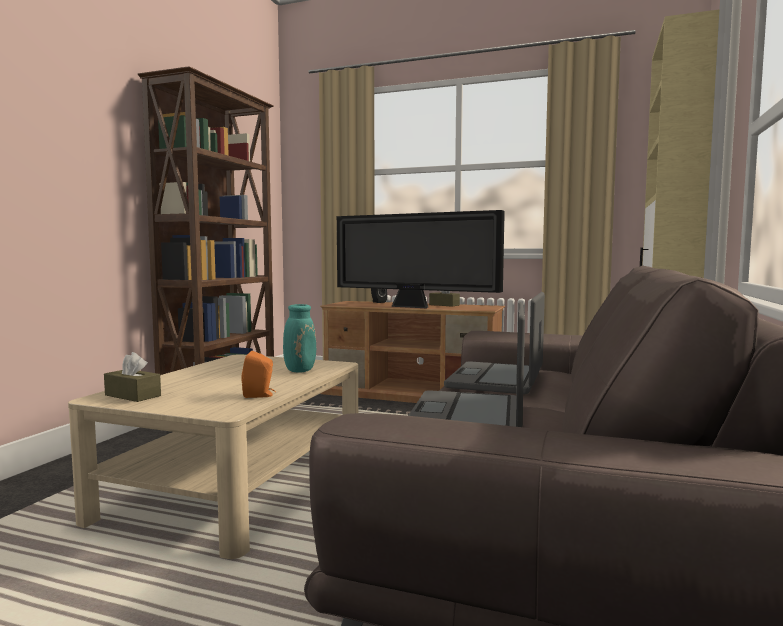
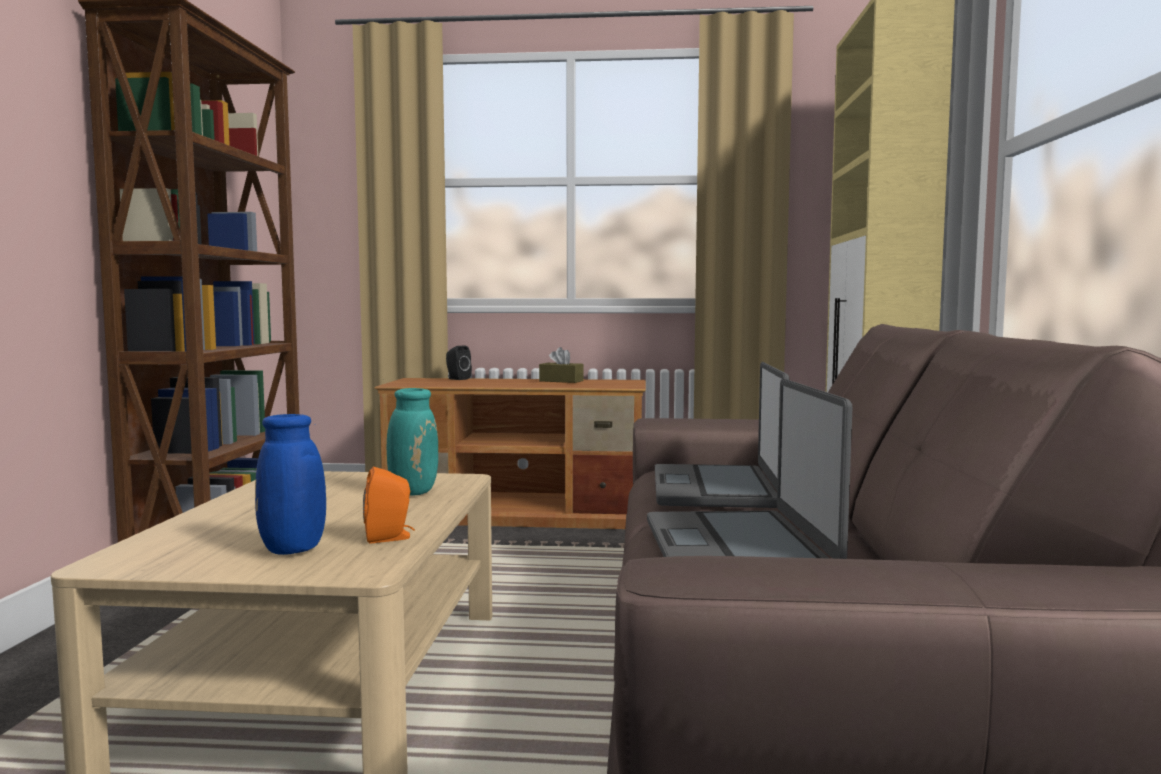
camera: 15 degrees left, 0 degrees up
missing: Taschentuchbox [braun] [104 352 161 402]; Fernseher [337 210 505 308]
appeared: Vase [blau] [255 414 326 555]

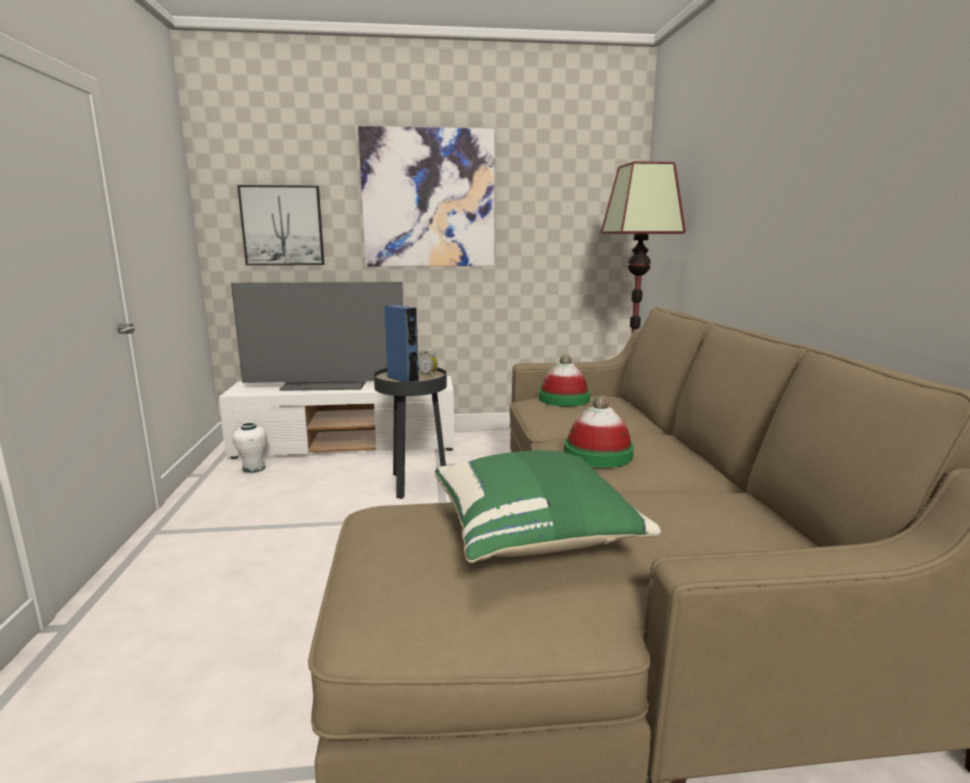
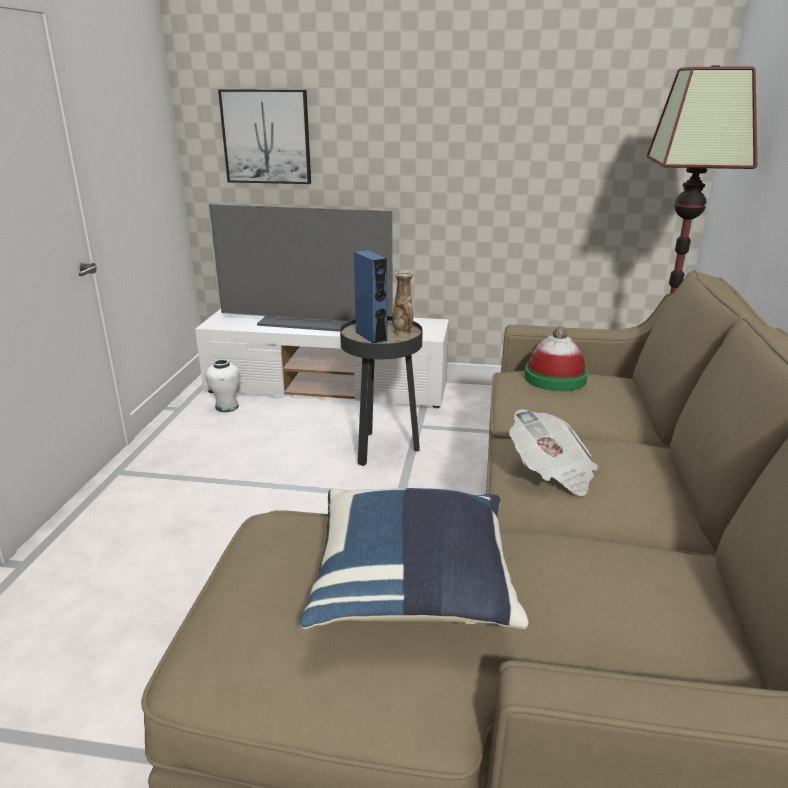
camera: 15 degrees right, 10 degrees up
missing: Bild [358 126 495 266]
exchanged: Wecker [418 349 438 377] to Vase [392 271 414 336]; Hut [564 395 634 468] to Zeitung [509 409 598 496]
colour: Kissen [grün] [435 450 661 563] to Kissen [blau] [300 488 529 630]

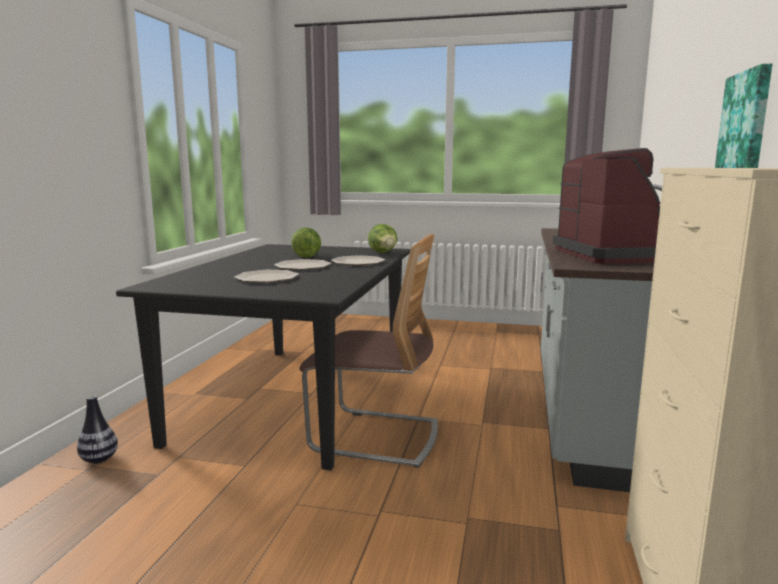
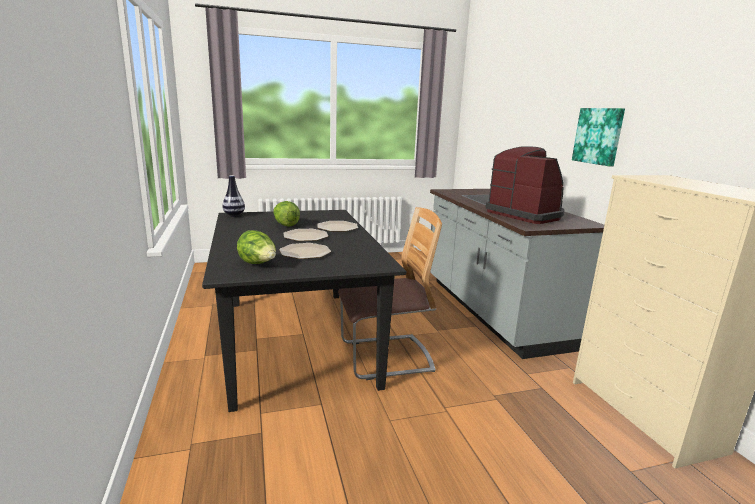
camera: 30 degrees left, 5 degrees up
relocated: Vase [77 396 118 464] to [222 175 245 217]; Salatkopf [368 224 398 253] to [237 230 276 264]

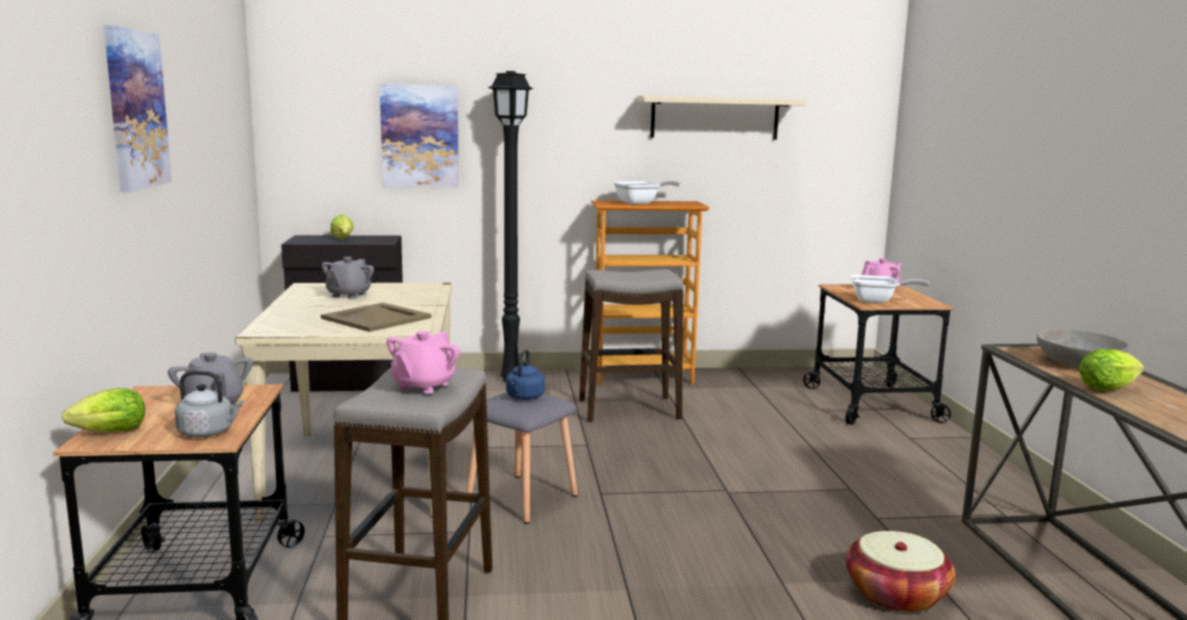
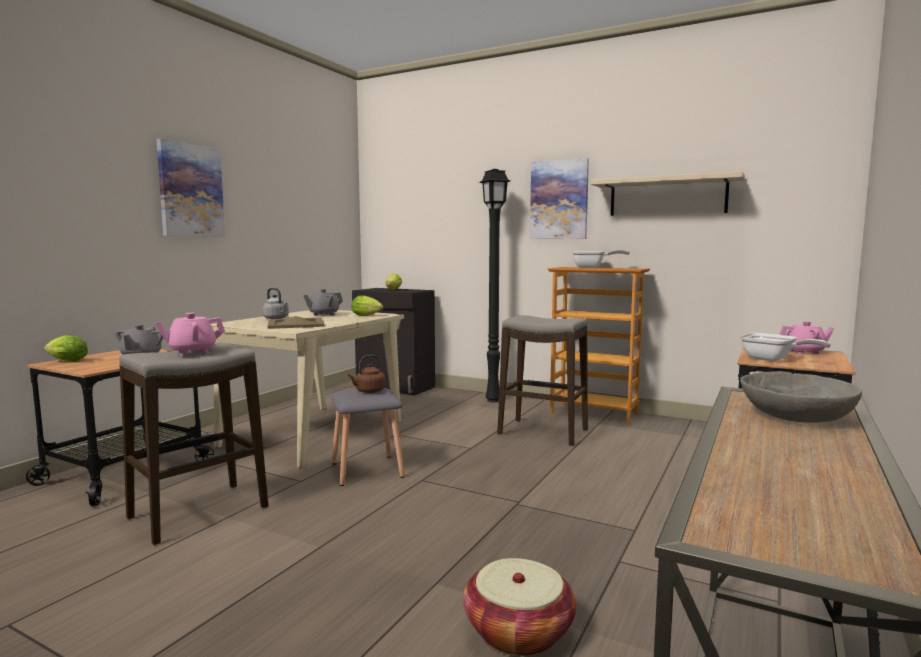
camera: 35 degrees right, 5 degrees down
relocated: Wasserkessel [grau] [175 371 243 437] to [262 288 289 319]; Bild [380 84 459 187] to [530 158 589 239]; Salatkopf [1079 349 1144 390] to [352 296 383 316]
colour: Wasserkessel [blau] [506 349 545 400] to Wasserkessel [braun] [348 355 385 393]

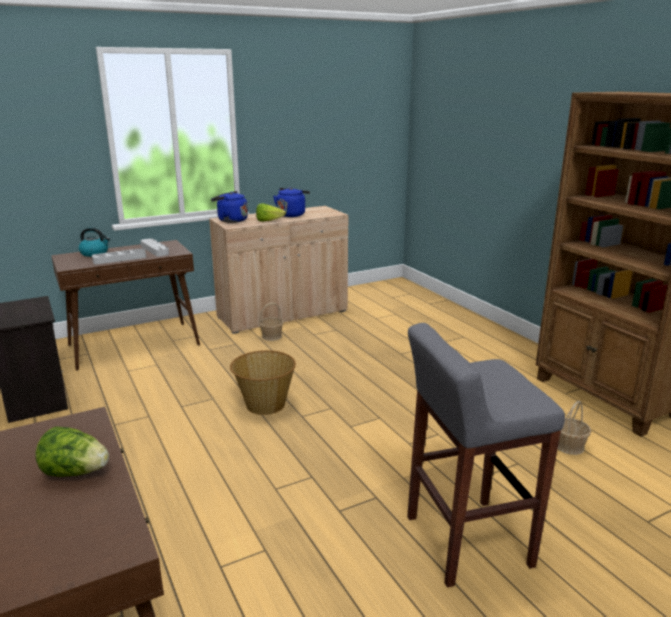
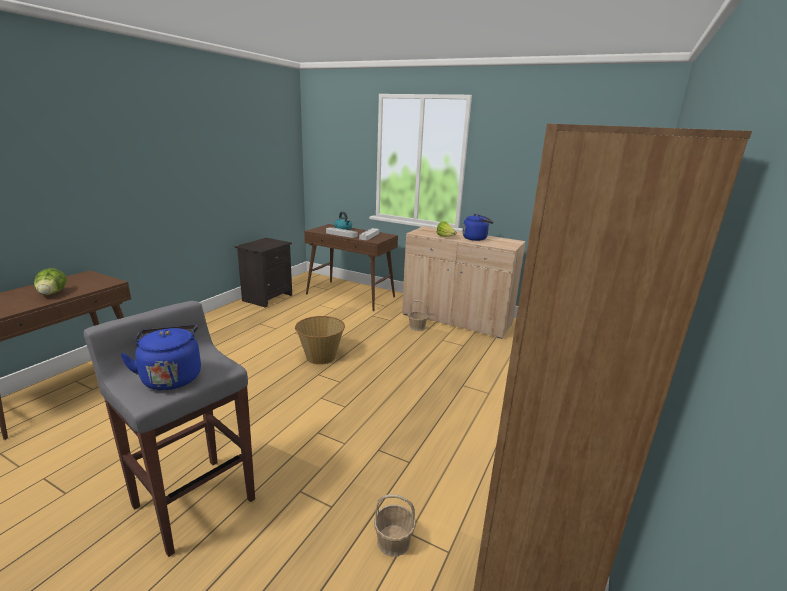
camera: 55 degrees right, 0 degrees up
relocated: Wasserkessel [blau] [211 191 248 223] to [120 325 201 390]

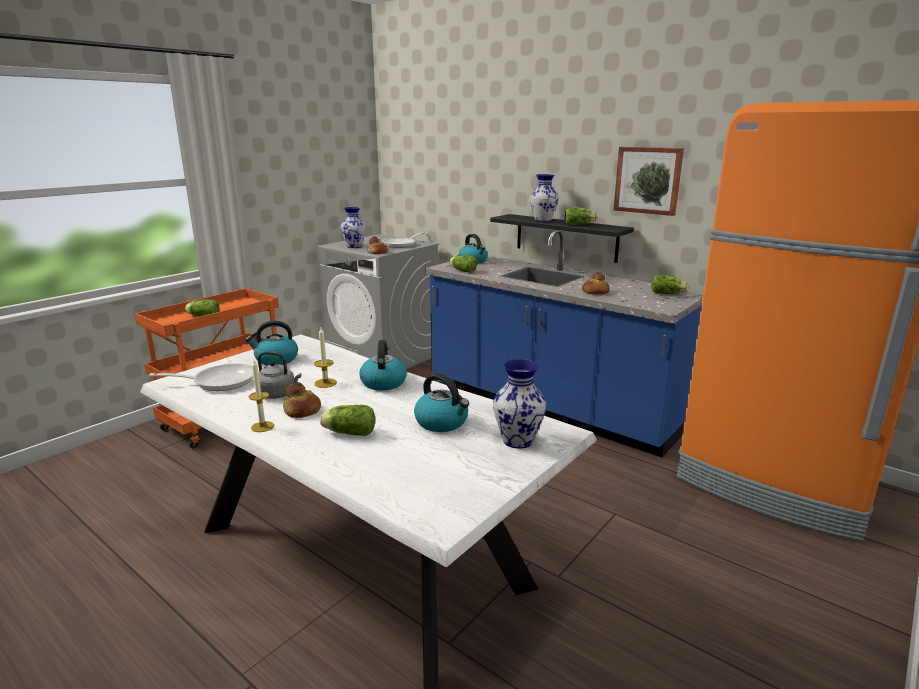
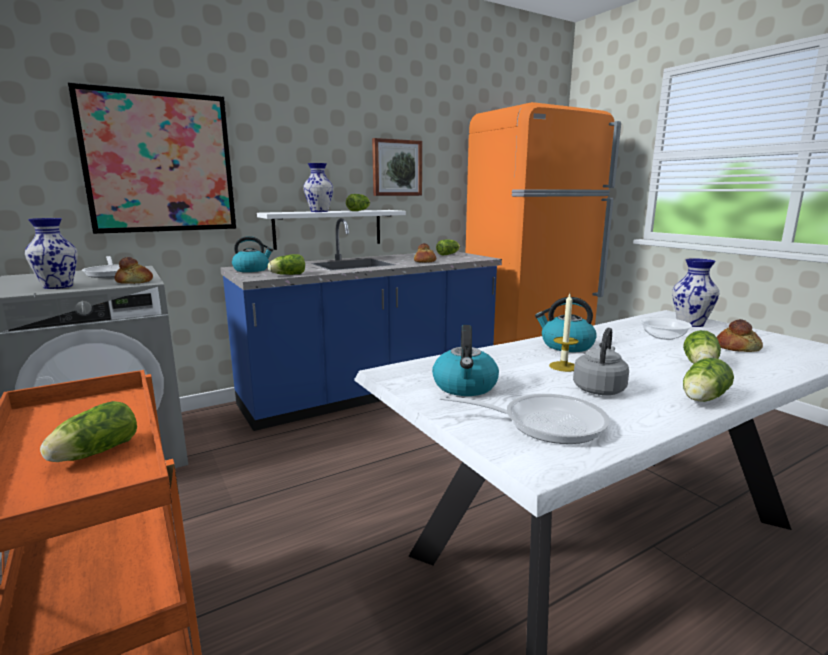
camera: 70 degrees left, 5 degrees down
appeared: Bild [68 82 236 234]
relocated: Brot [283 382 321 418] to [717 319 763 352]
exchanged: Kerze [249 360 274 432] to Salatkopf [683 358 734 402]; Wasserkessel [414 373 469 432] to Schüssel [640 317 692 340]
colour: Wandregal [schwarz] [490 214 634 263] to Wandregal [weiß] [257 210 406 250]
spun: Pfanne [149 363 254 391] = [439 394 610 444] 90 degrees clockwise

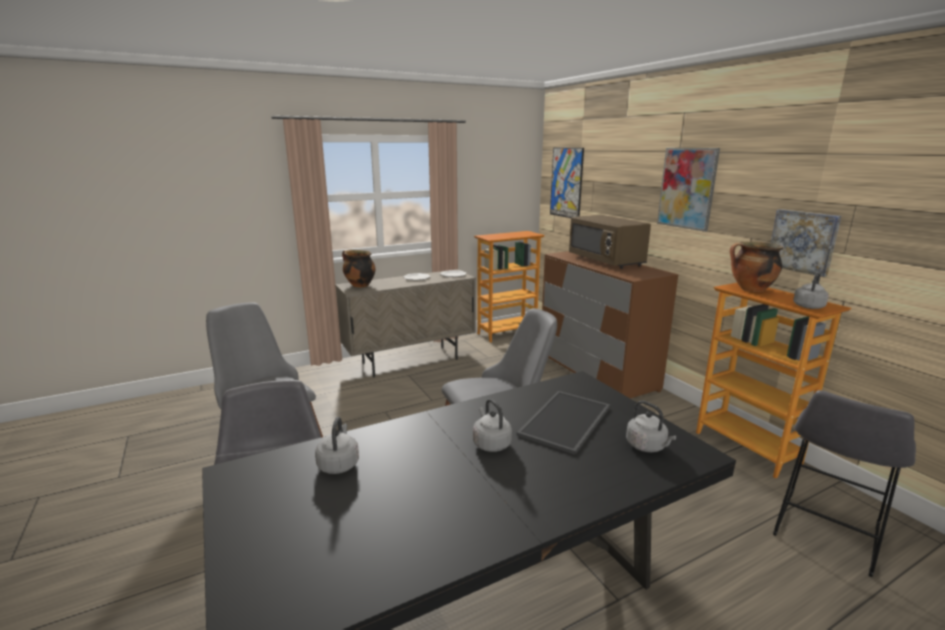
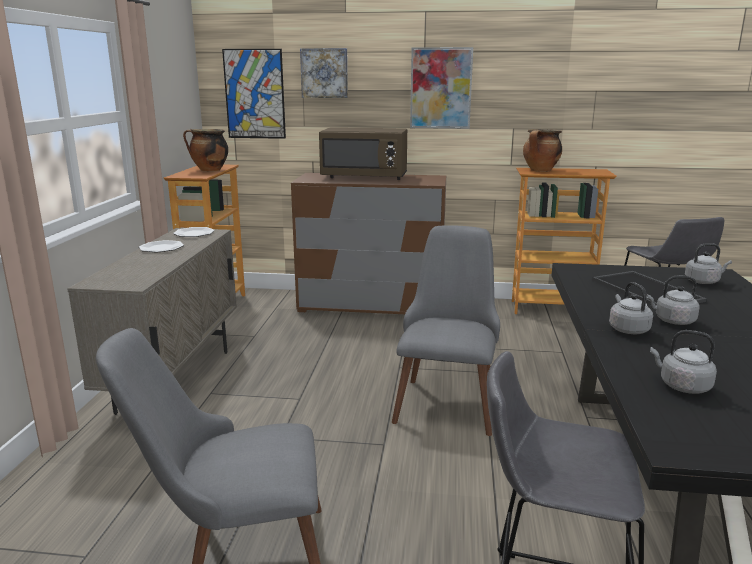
camera: 55 degrees left, 0 degrees up
relocated: Kochtopf [342 250 375 288] to [183 129 228 172]; Bild [771 209 841 277] to [300 48 348 98]; Wasserkessel [grau] [793 272 829 309] to [609 282 653 334]

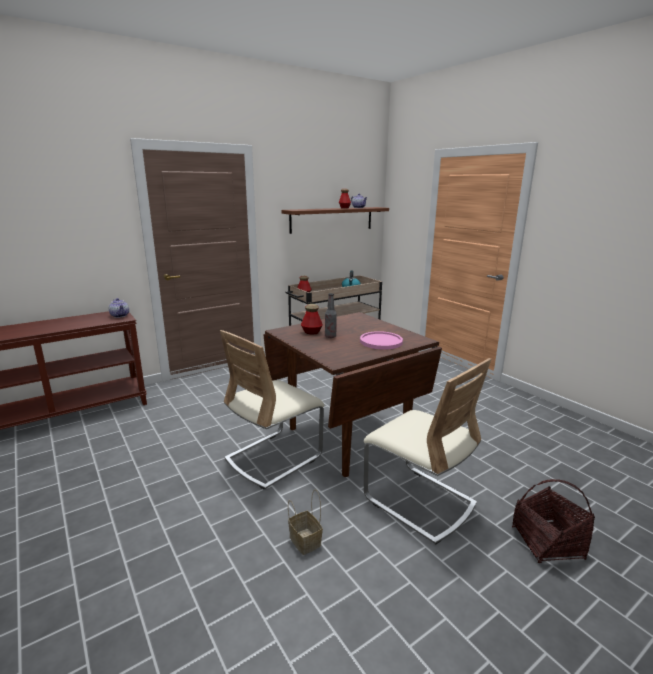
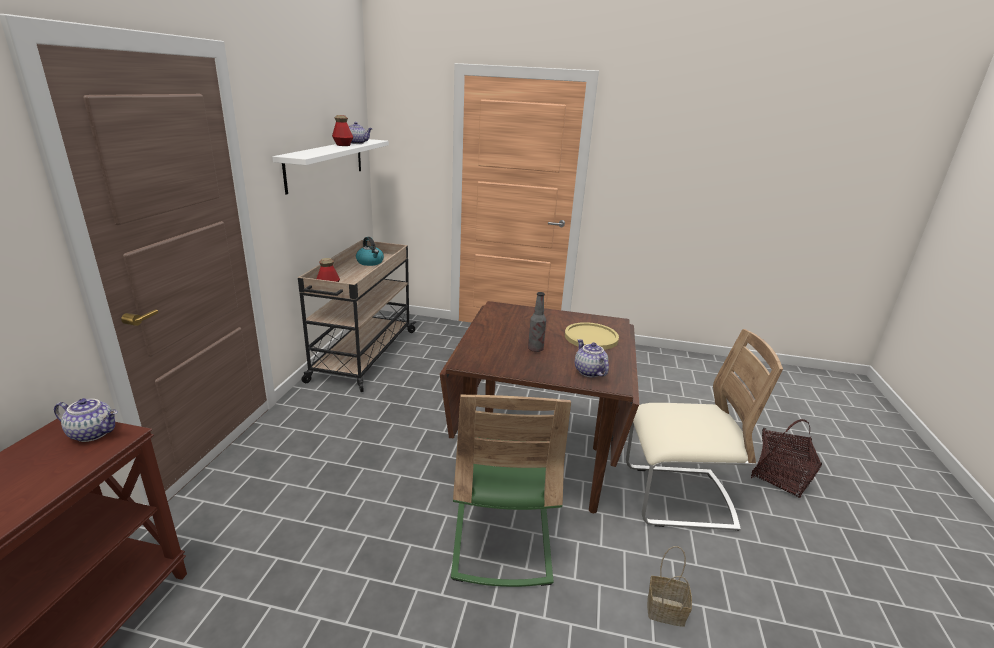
camera: 45 degrees left, 5 degrees up
missing: Flasche [301 304 323 334]
appeared: Teekanne [575 339 609 377]
colour: Stuhl [beige] [220 330 324 490] to Stuhl [grün] [451 395 571 587]; Wandregal [braun] [281 207 389 234] to Wandregal [weiß] [272 139 389 195]; Teller [rosa] [360 331 403 350] to Teller [gelb] [565 322 619 350]

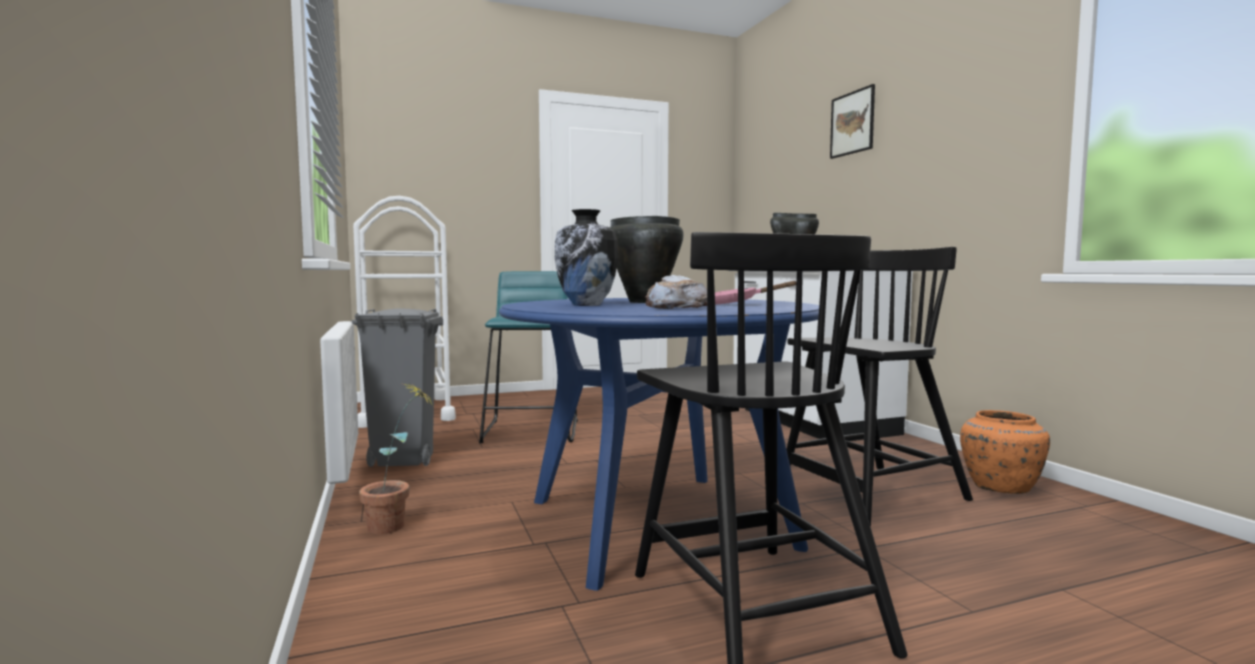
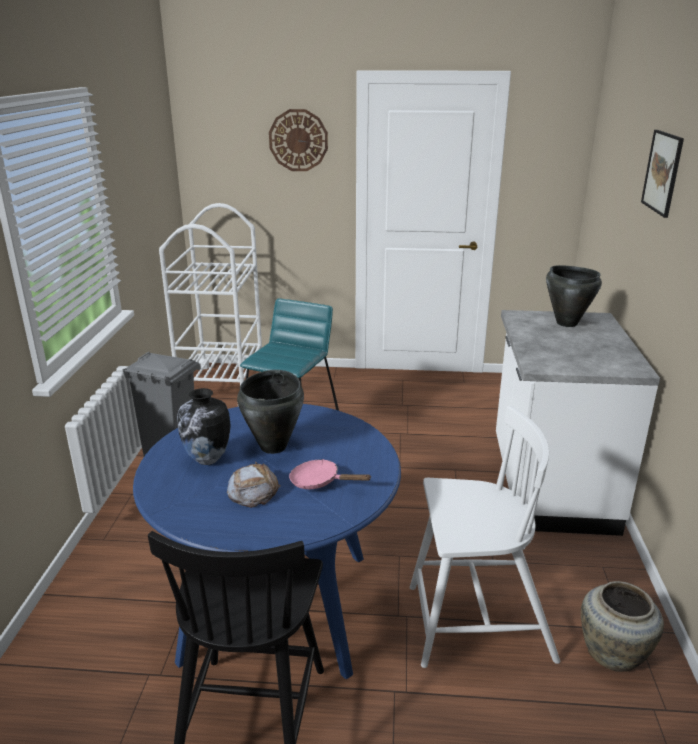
camera: 25 degrees right, 20 degrees up
missing: Topfpflanze [359 382 432 534]
appeared: Wanduhr [269 109 328 171]
colour: Stuhl [schwarz] [787 247 973 527] to Stuhl [weiß] [410 405 560 668]; Vase [orange] [960 410 1050 494] to Vase [beige] [581 581 664 672]

